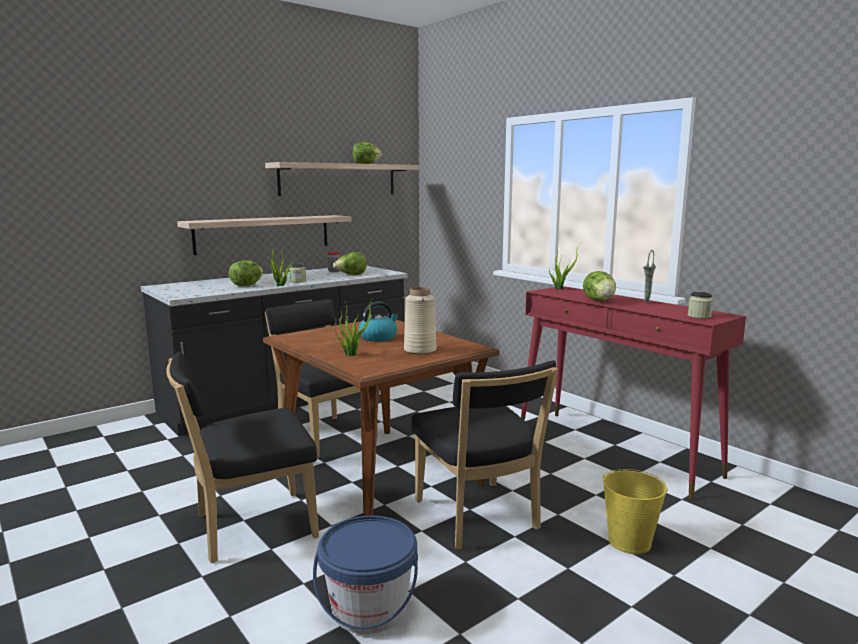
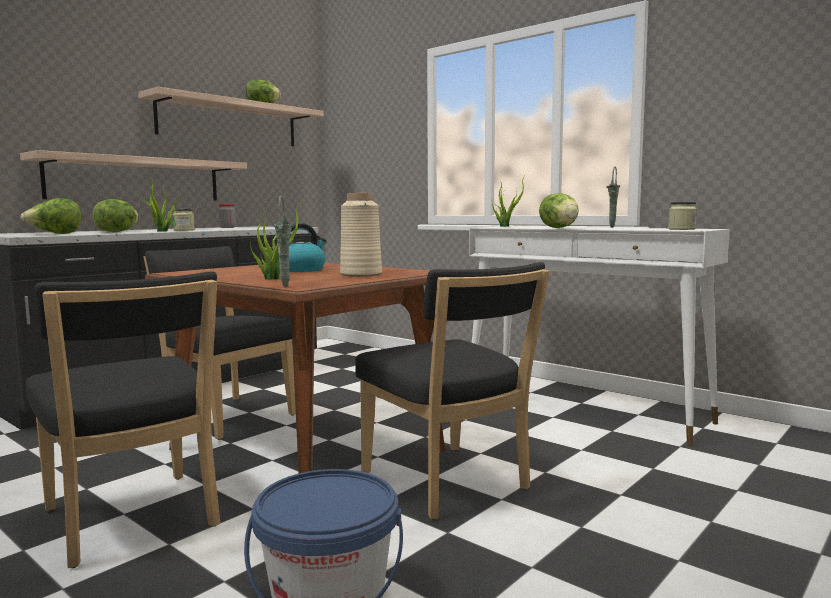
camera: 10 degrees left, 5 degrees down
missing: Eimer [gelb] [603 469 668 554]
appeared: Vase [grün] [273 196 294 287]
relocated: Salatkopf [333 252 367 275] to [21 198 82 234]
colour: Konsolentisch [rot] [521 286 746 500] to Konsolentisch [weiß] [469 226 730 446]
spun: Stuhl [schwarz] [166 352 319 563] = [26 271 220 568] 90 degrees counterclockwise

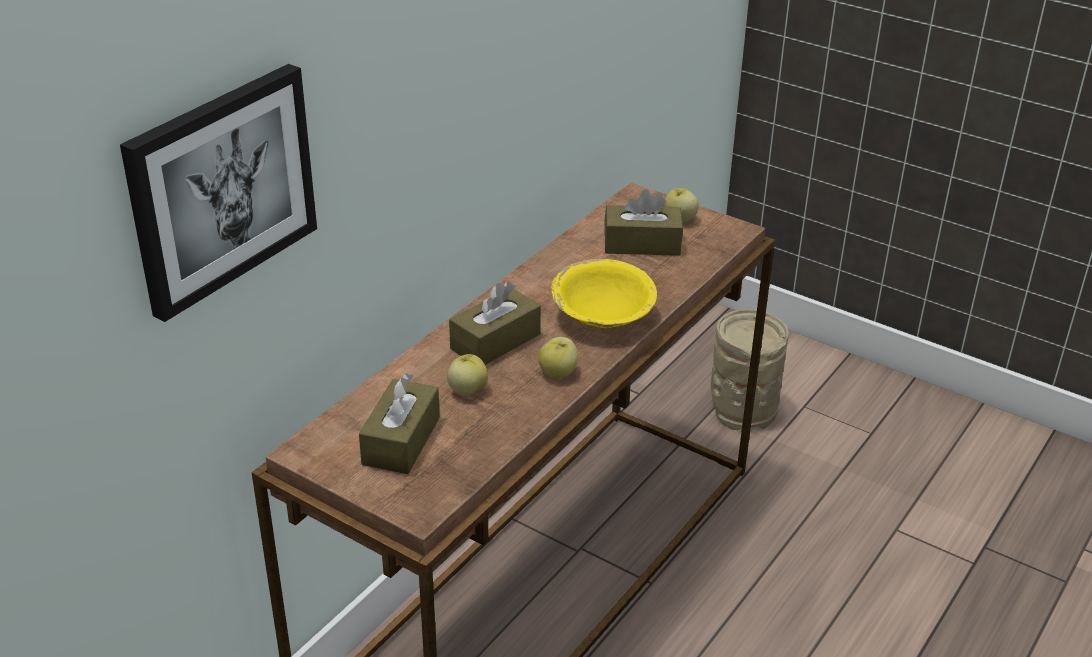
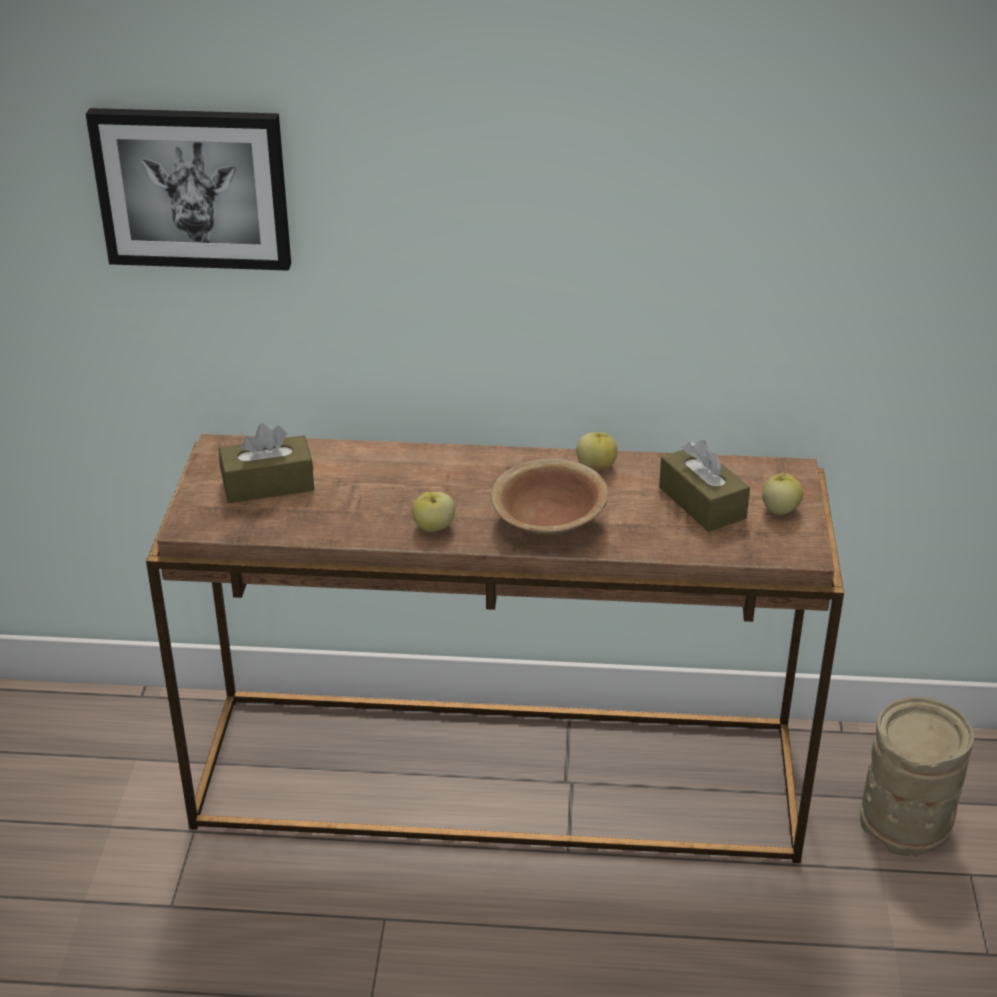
camera: 60 degrees right, 0 degrees up
missing: Taschentuchbox [braun] [449 282 541 365]
relocated: Apfel [447 354 488 395] to [576 432 618 471]
colour: Schüssel [gelb] [551 259 657 328] to Schüssel [braun] [490 459 609 536]

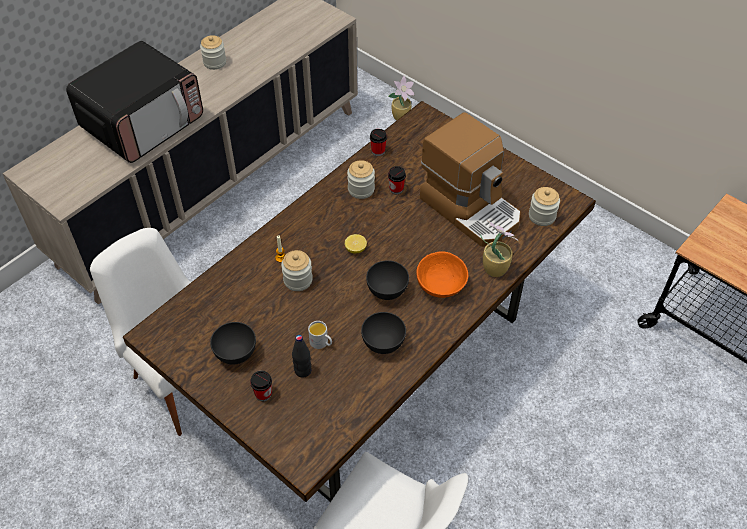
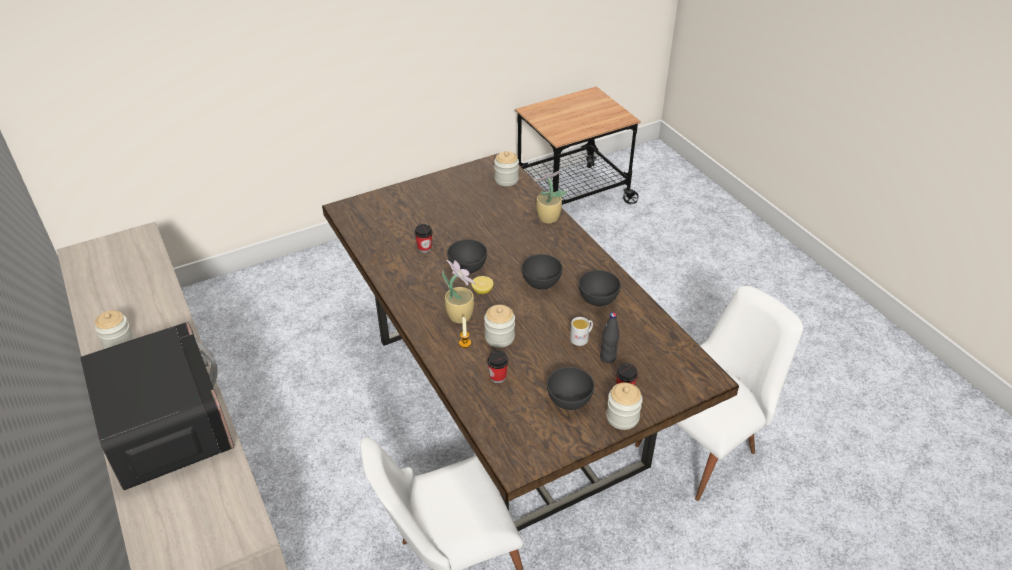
camera: 70 degrees left, 10 degrees down
missing: Schüssel [orange] [416 251 468 298]; Kaffeemaschine [420 113 521 247]
appeared: Schüssel [grau] [447 239 487 274]
relocated: Vorratsglas [347 160 375 199] to [606 382 643 430]; Tasse [370 129 387 156] to [487 350 508 383]; Topfpflanze [388 76 414 121] to [442 260 476 323]

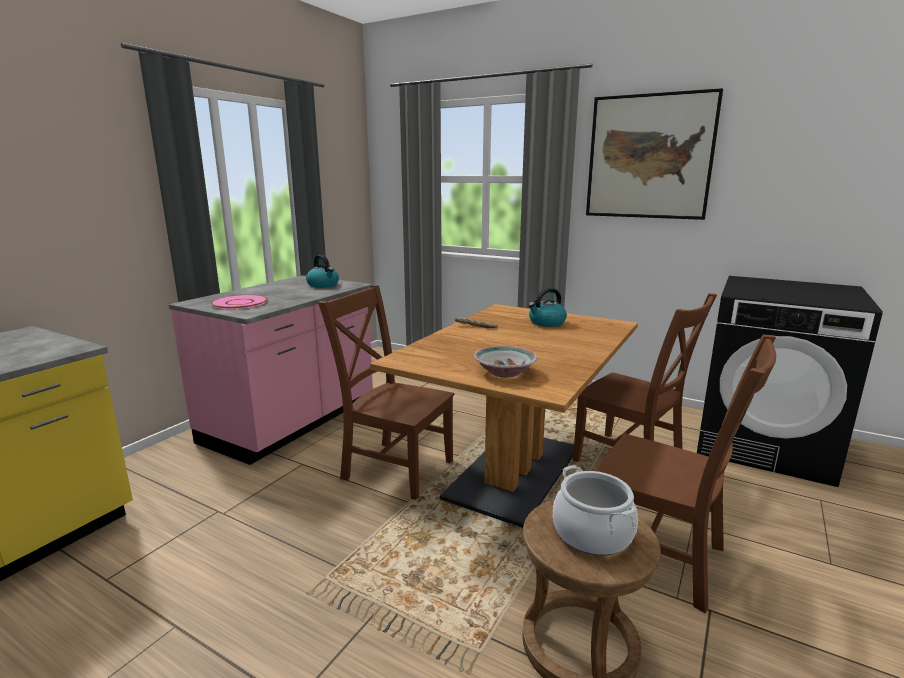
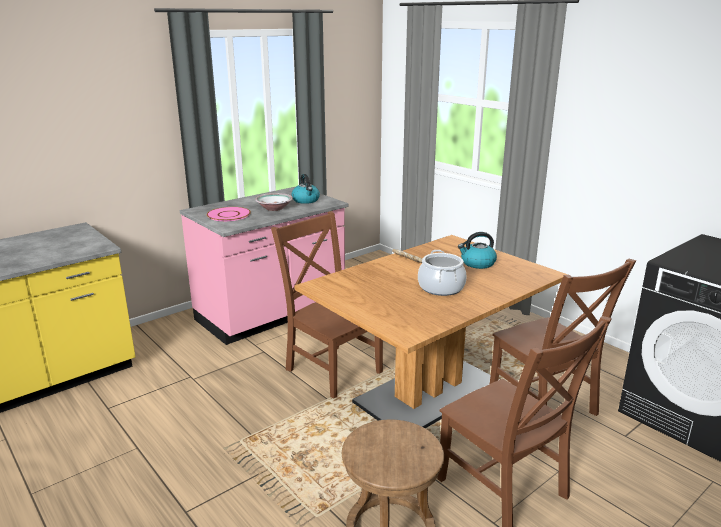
camera: 20 degrees right, 5 degrees up
missing: Bild [586 88 723 220]
relocated: Schüssel [474 346 538 378] to [255 193 293 211]; Kochtopf [553 466 638 556] to [418 250 466 296]

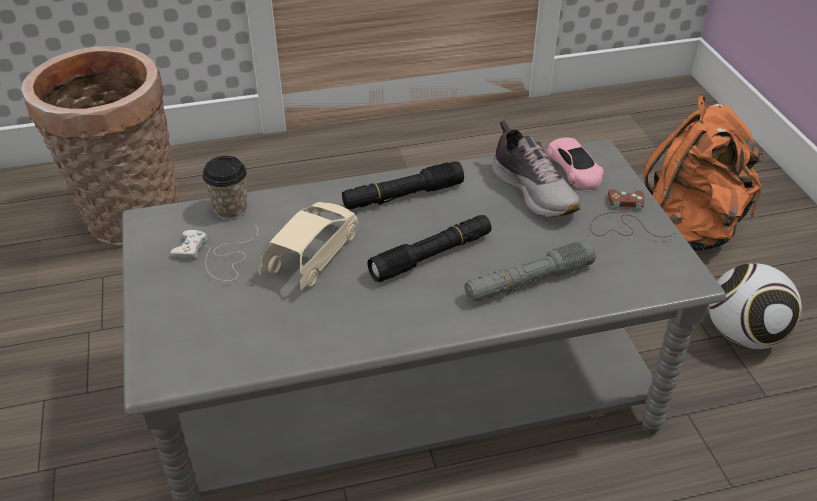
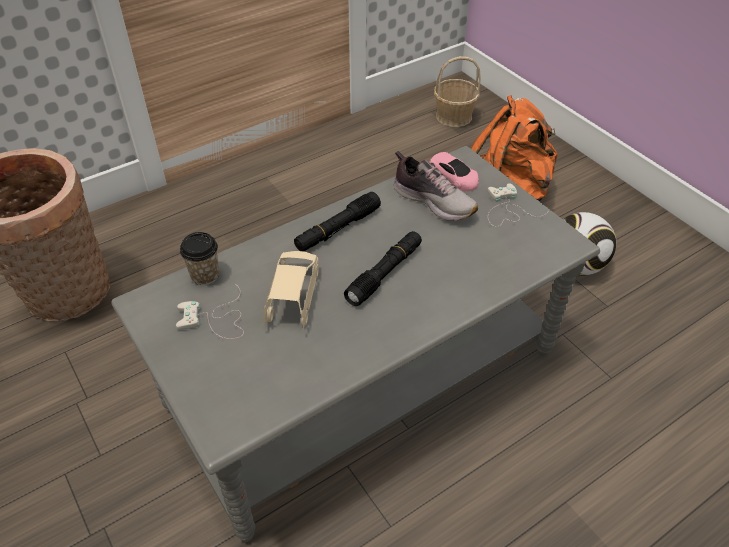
camera: 20 degrees left, 5 degrees up
missing: Taschenlampe [grau] [464 240 596 302]
appeared: Korb [434 56 481 127]
colour: Gamepad [braun] [590 189 676 237] to Gamepad [weiß] [488 183 548 227]

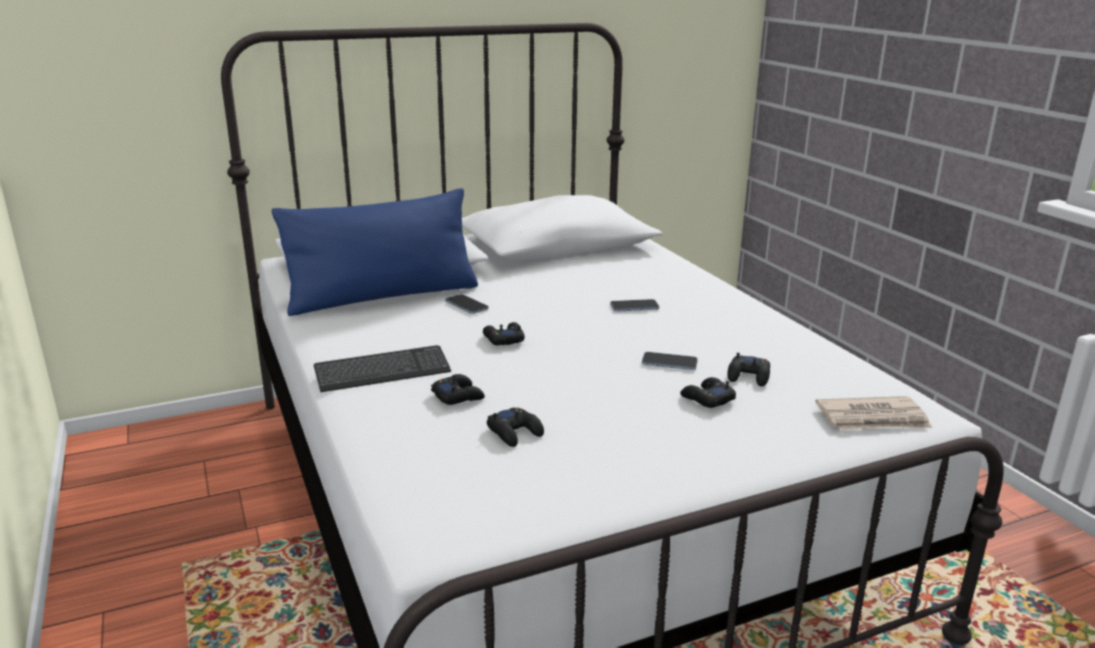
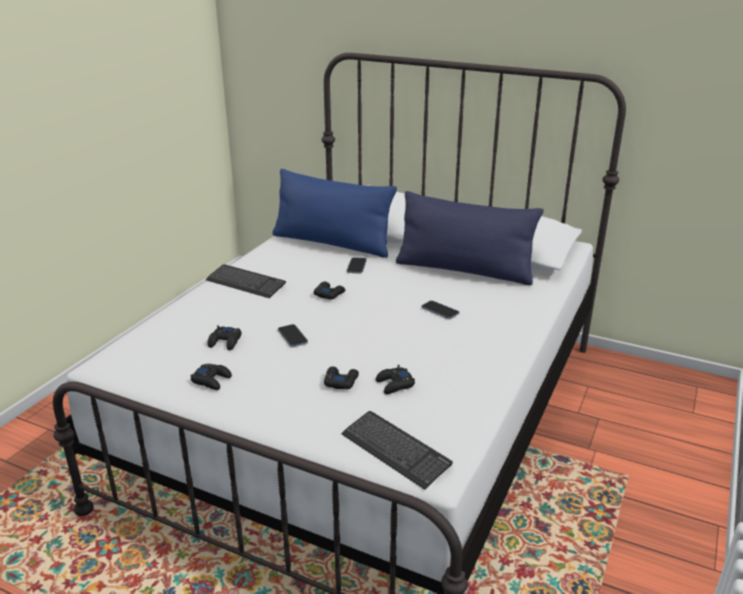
camera: 50 degrees right, 5 degrees up
appeared: Kissen [blau] [396 191 544 285]
relocated: Gamepad [schwarz] [431 374 485 405] to [190 364 232 390]; Handy [642 352 698 370] to [278 324 308 347]
exchanged: Zeitung [815 396 932 430] to Tastatur [341 411 453 490]

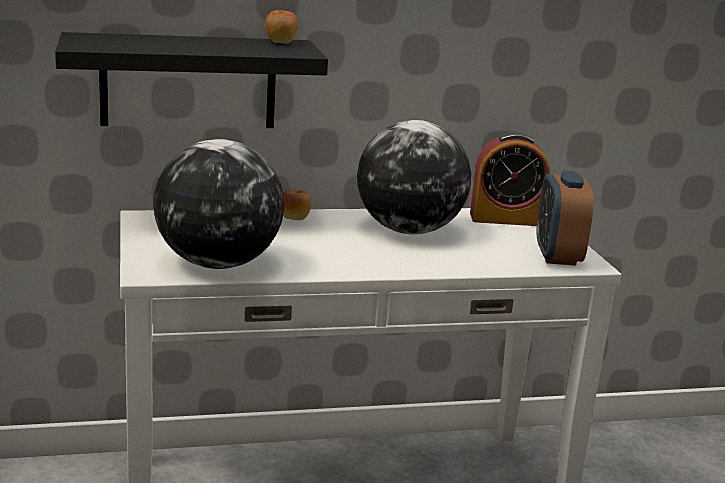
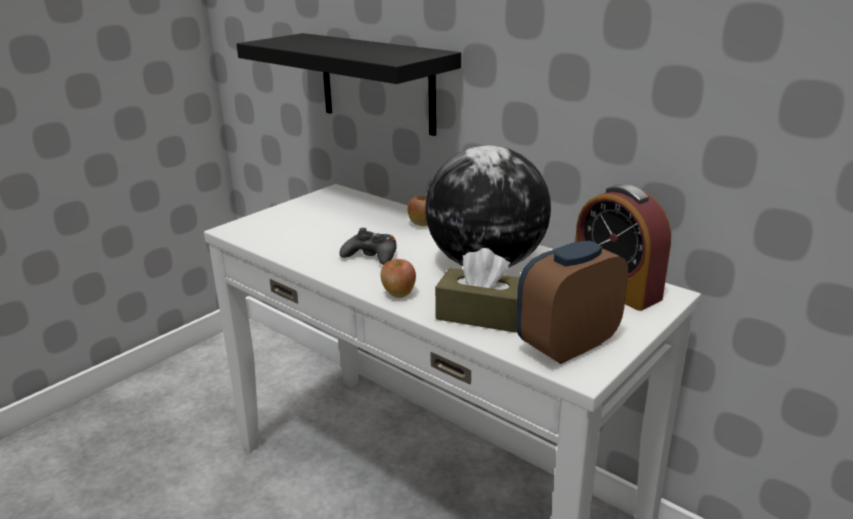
camera: 55 degrees right, 5 degrees up
missing: Globus [153 139 284 269]
appeared: Gamepad [schwarz] [340 228 397 265]; Taschentuchbox [braun] [435 248 520 333]
relocated: Apfel [265 10 298 44] to [381 259 416 298]

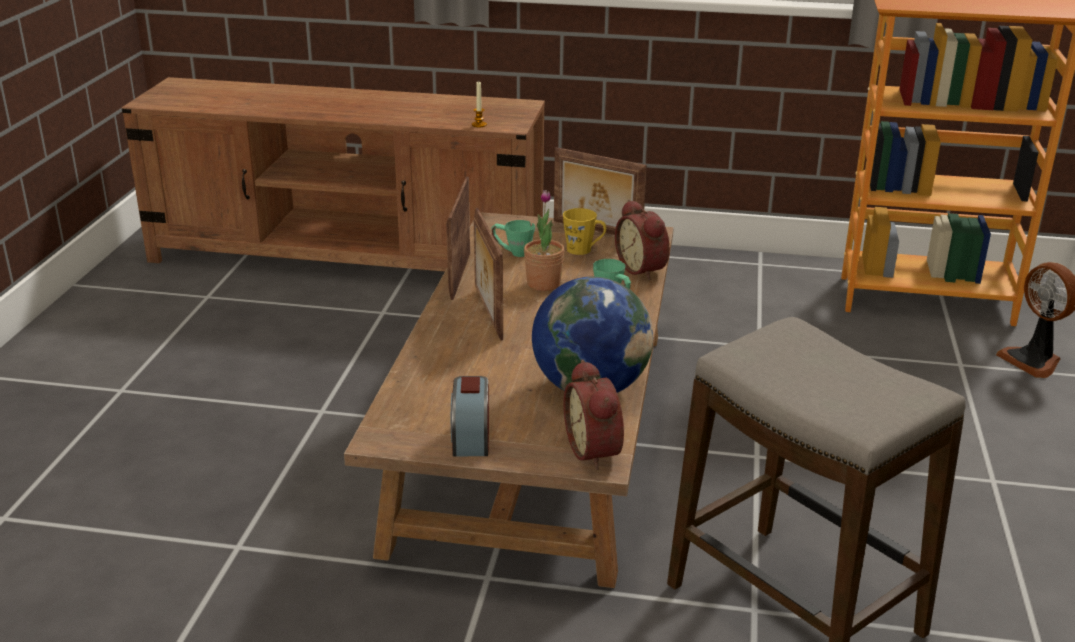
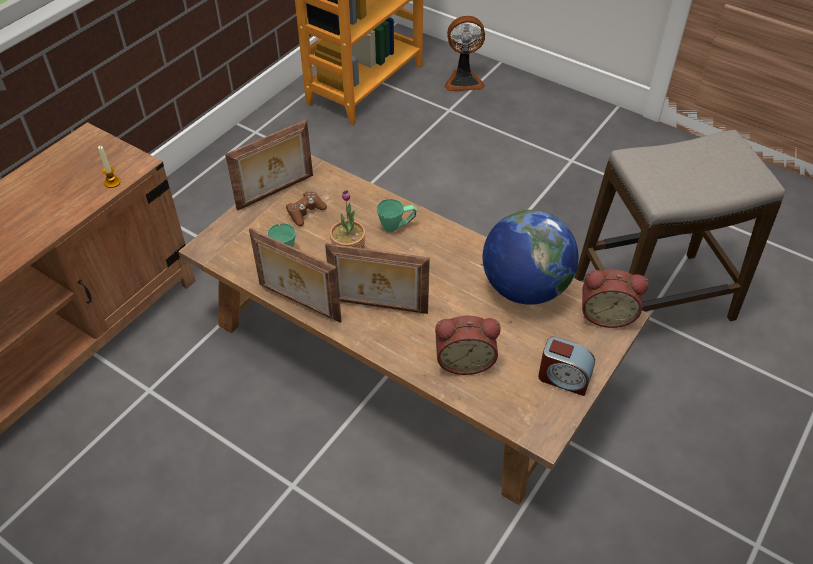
camera: 65 degrees left, 20 degrees up
relocated: Wecker [615 200 670 280] to [435 316 501 375]
exchanged: Henkelbecher [gelb] [563 208 606 255] to Gamepad [braun] [286 191 327 227]

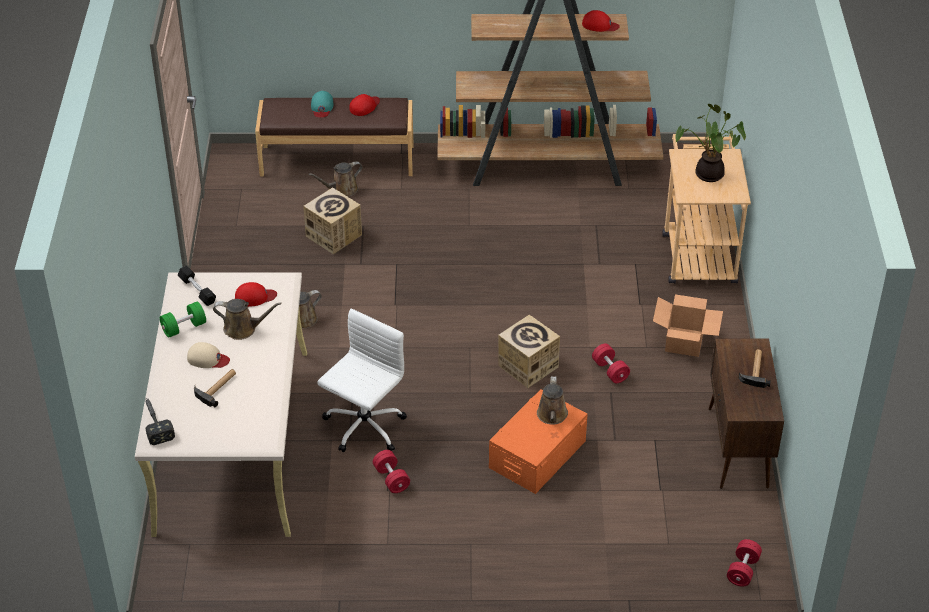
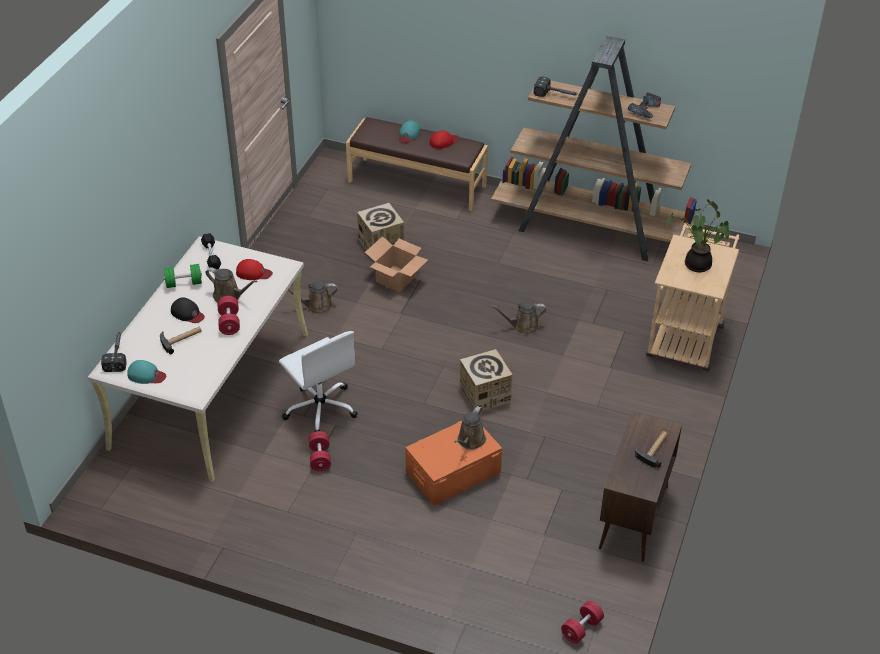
camera: 20 degrees right, 0 degrees up
appeared: Kappe [türkis] [127 360 166 384]; Hammer [534 76 579 97]
relocated: Gießkanne [braun] [308 161 362 197] to [491 302 546 335]; Hantel [rot] [592 343 630 383] to [217 296 240 335]; Karton [653 294 723 357] to [365 236 428 292]
exchanged: Kappe [rot] [582 10 620 32] to Bohrmaschine [628 92 661 118]
colour: Kappe [beige] [187 342 230 368] to Kappe [schwarz] [171 297 205 323]
spun: Bürostuhl [weiß] [317 309 407 452] = [279 331 358 432] 90 degrees clockwise

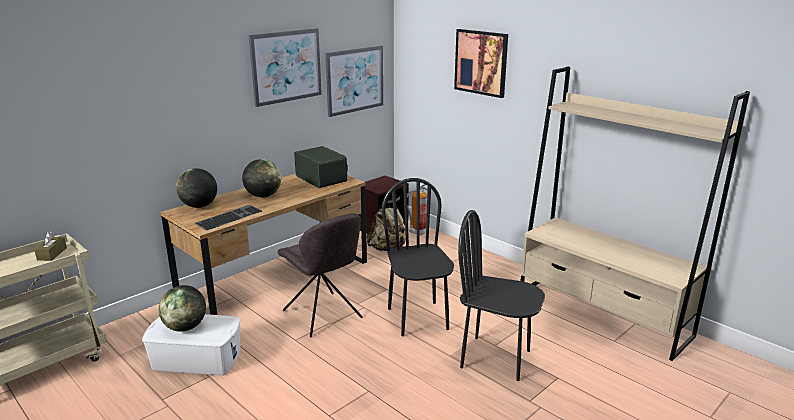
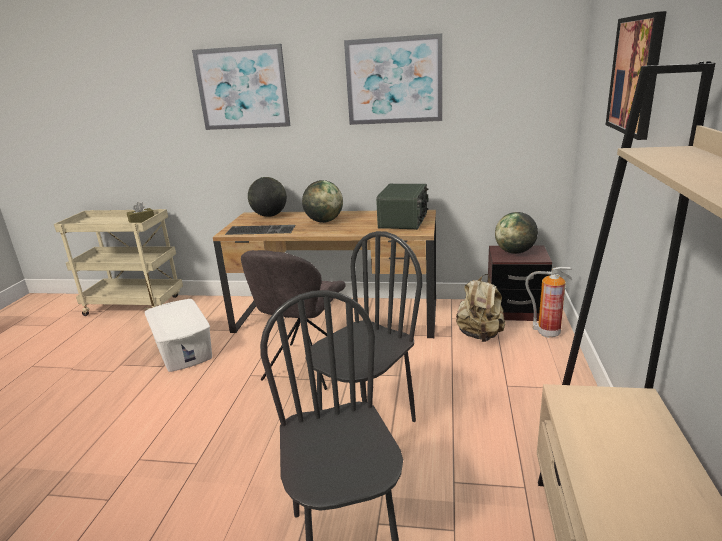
camera: 55 degrees right, 0 degrees up
relocated: Globus [159 285 206 332] to [495 212 538 254]; Bild [325 46 383 117] to [192 44 290 130]

